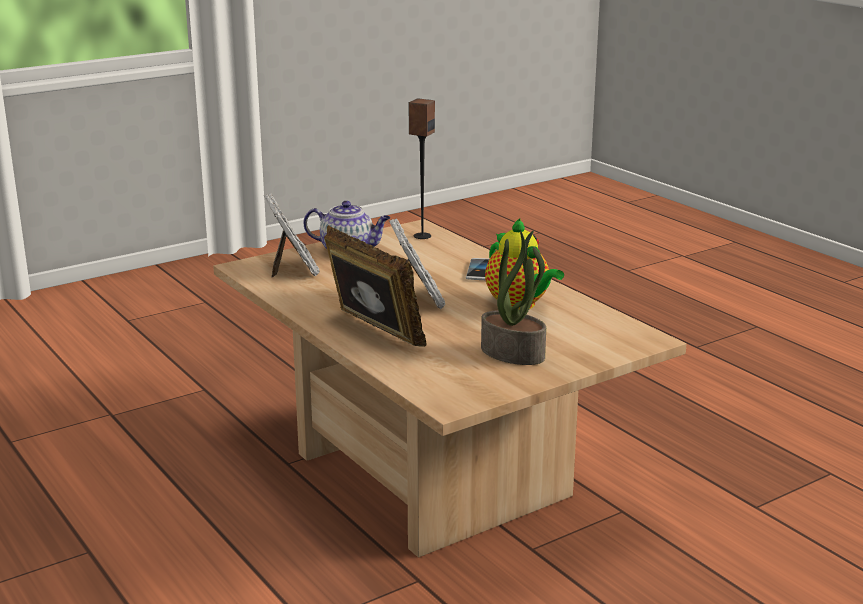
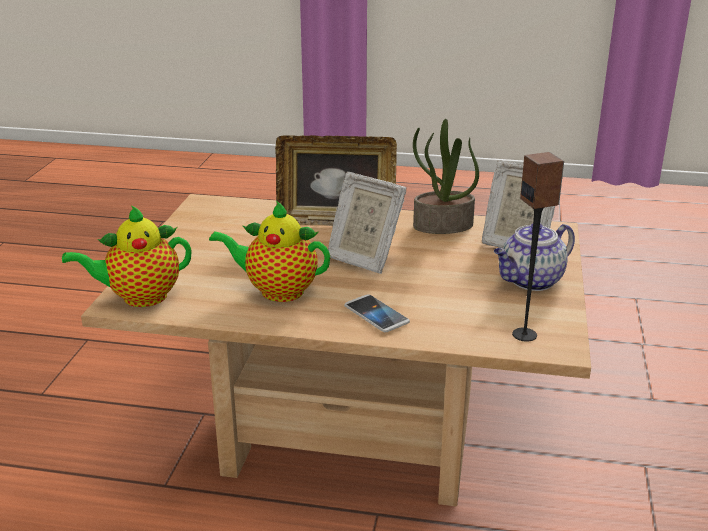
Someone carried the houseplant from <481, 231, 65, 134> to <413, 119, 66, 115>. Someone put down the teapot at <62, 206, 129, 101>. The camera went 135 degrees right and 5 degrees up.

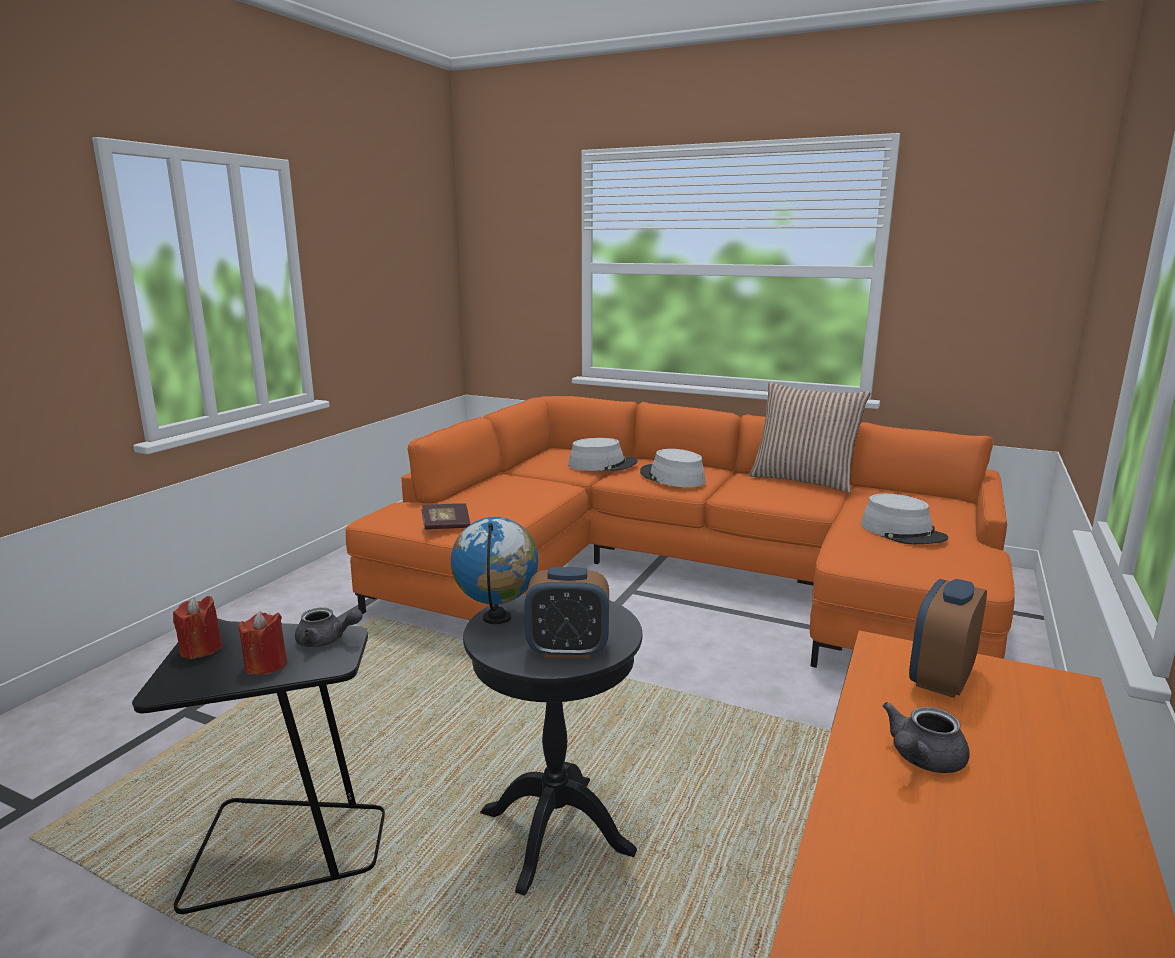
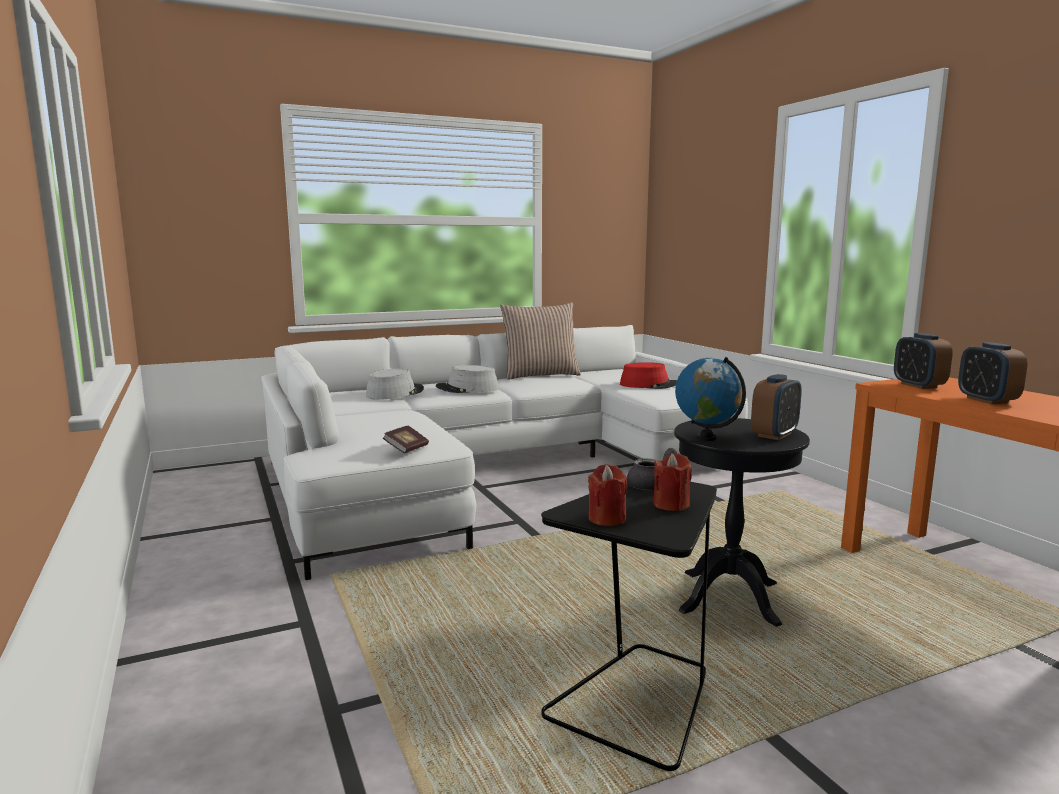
Someone repainted the orange-coloured sofa at <345, 396, 670, 272>, which became the whitish sofa at <261, 325, 487, 255>. Someone repainted the gray wearable hat at <861, 494, 87, 50>, which became the red wearable hat at <620, 362, 57, 27>. Someone swapped the gray teapot at <882, 702, 88, 71> for the alarm clock at <958, 342, 69, 62>. The camera went 50 degrees left and 5 degrees down.

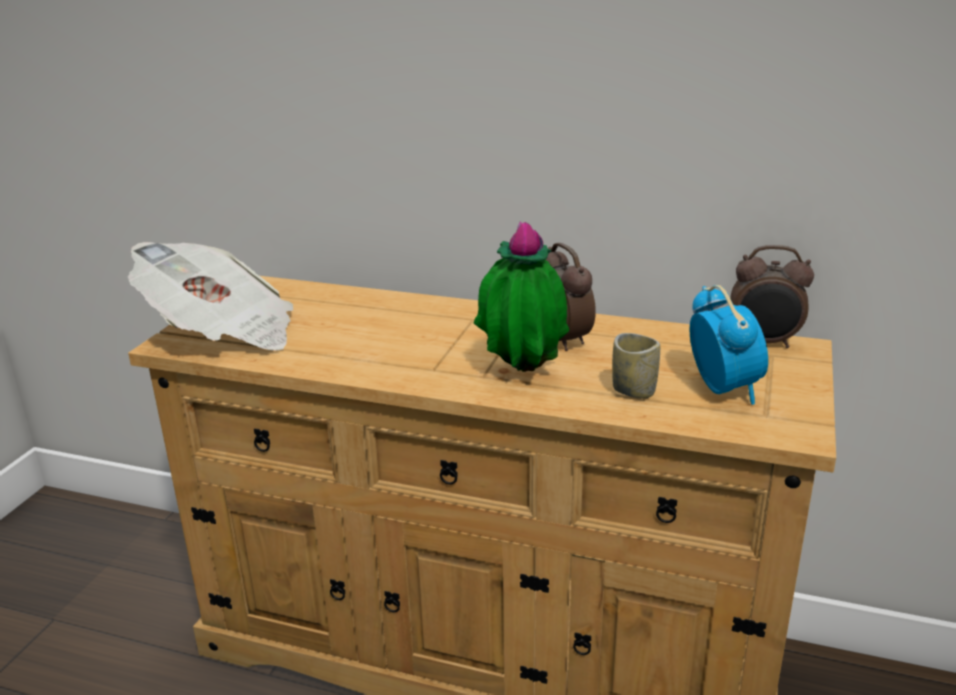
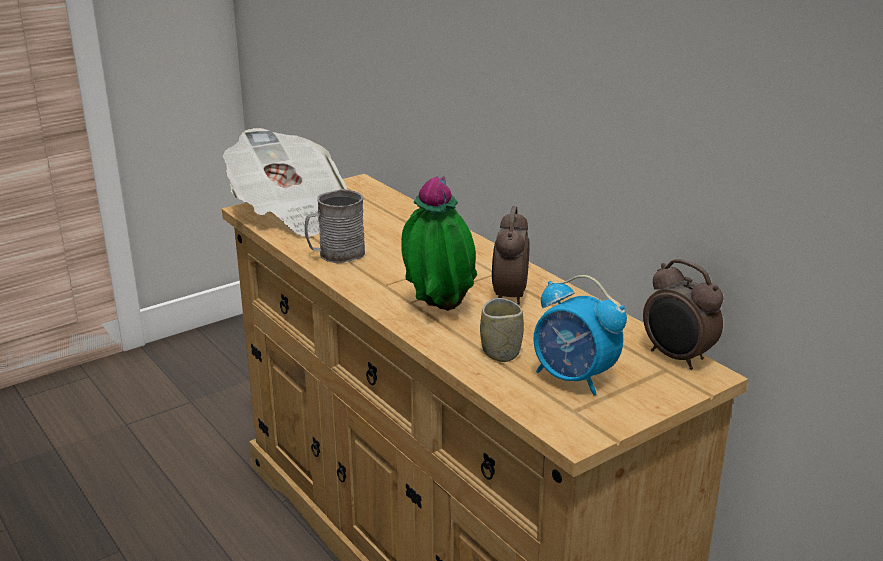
Someone rotated the alarm clock at <689, 285, 79, 120> by 105 degrees clockwise. Someone put down the gray mug at <305, 189, 60, 74>. The camera went 35 degrees right and 0 degrees up.

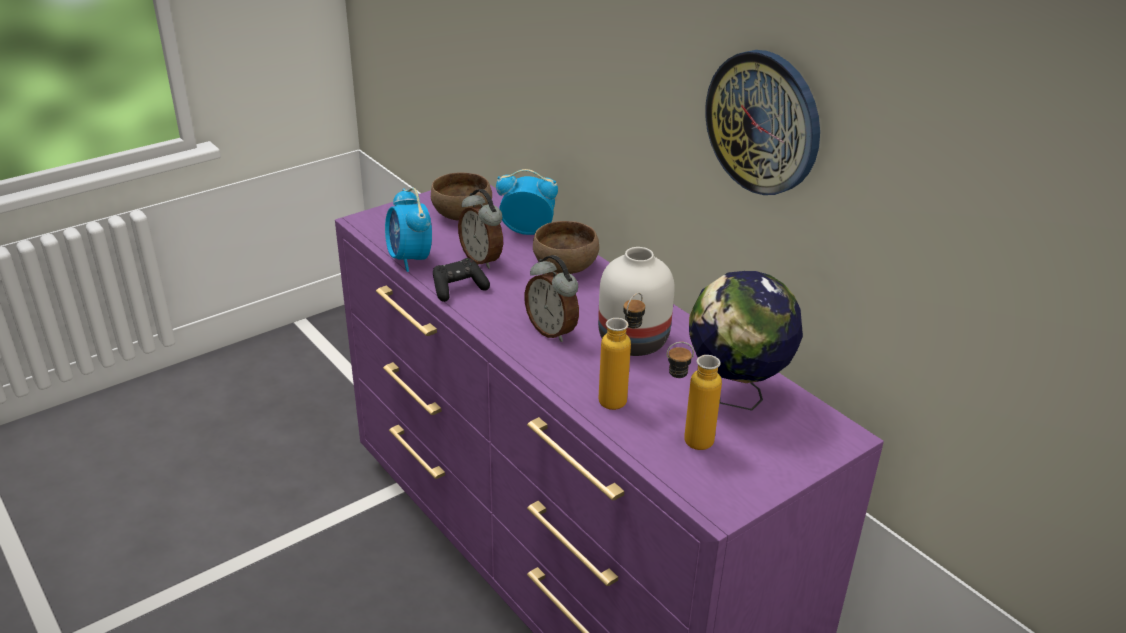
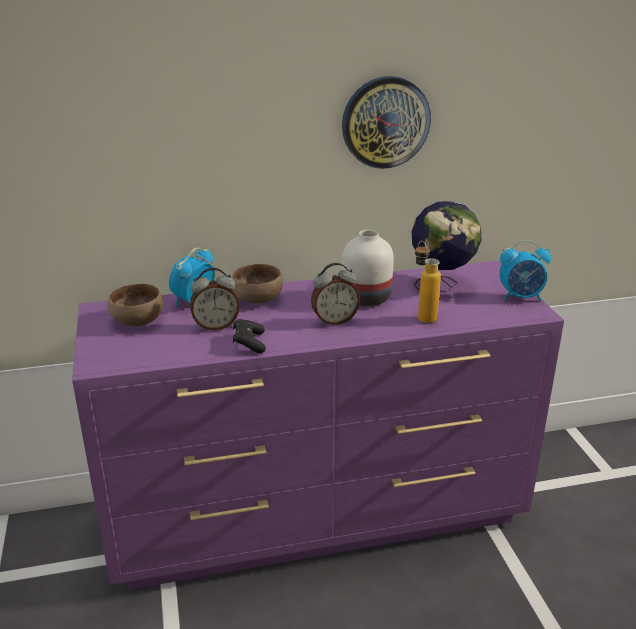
Someone carried the alarm clock from <385, 188, 47, 84> to <499, 240, 52, 61>. Someone took away the beverage bottle at <666, 342, 56, 108>. The camera went 65 degrees left and 5 degrees down.

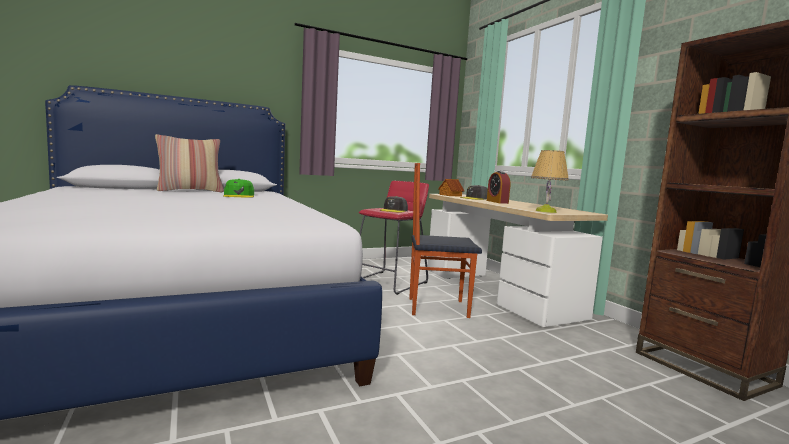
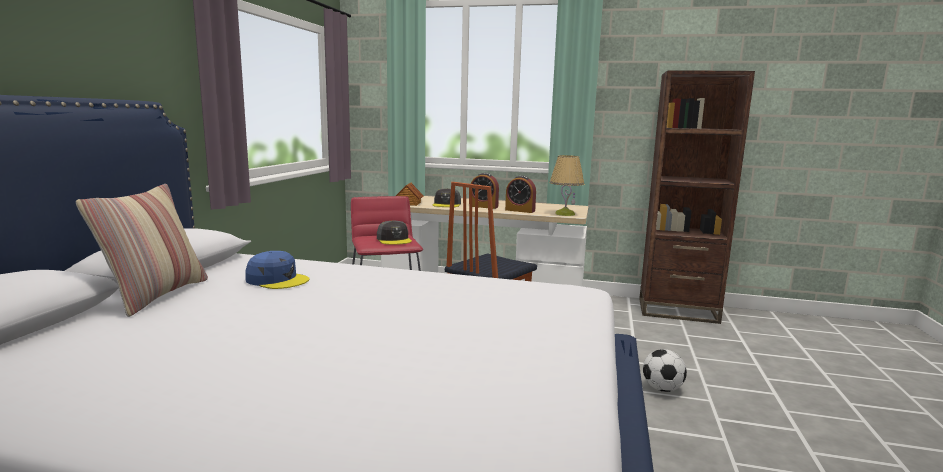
Someone repainted the green cap at <223, 179, 31, 19>, which became the bluish cap at <246, 251, 64, 38>. Someone put down the alarm clock at <505, 175, 31, 38>. Someone put down the football ball at <643, 349, 44, 43>. The camera went 50 degrees left and 5 degrees up.

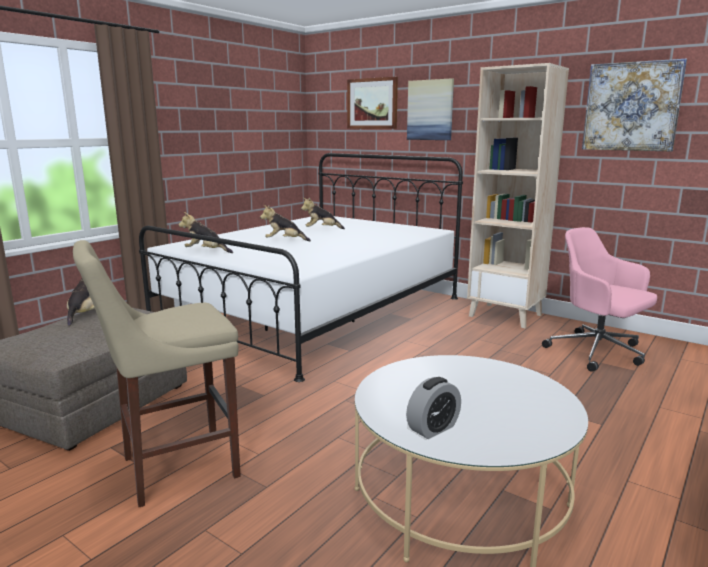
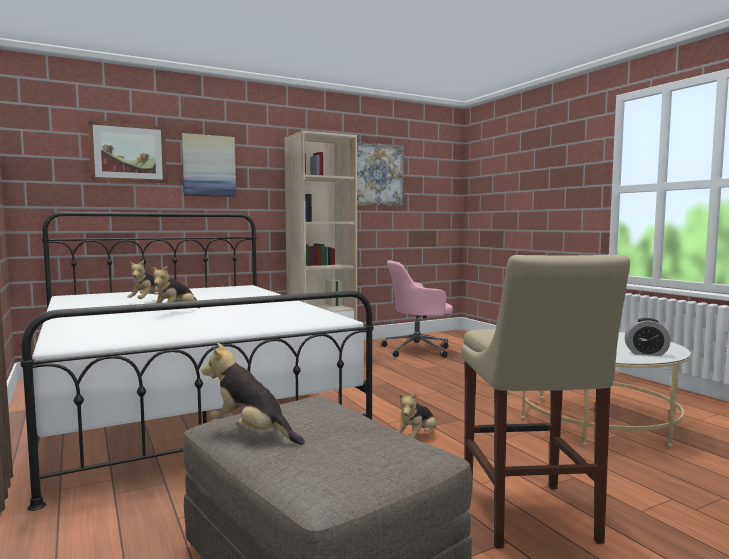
Someone carried the soft toy from <179, 212, 54, 41> to <397, 393, 39, 45>. Someone rotated the alarm clock at <406, 377, 55, 62> by 120 degrees clockwise. The camera went 65 degrees left and 10 degrees down.

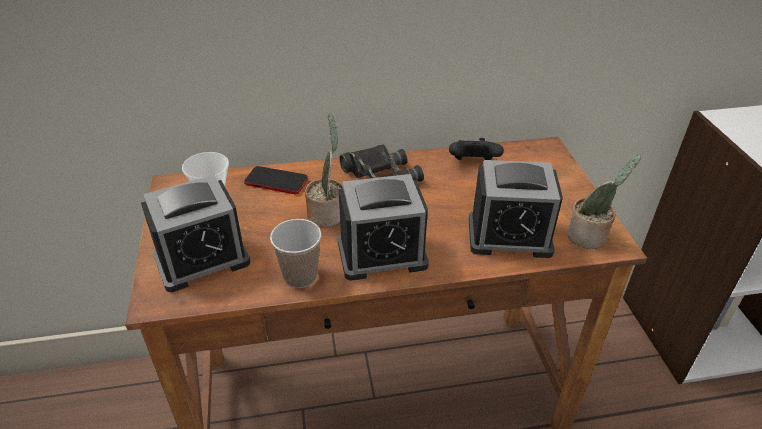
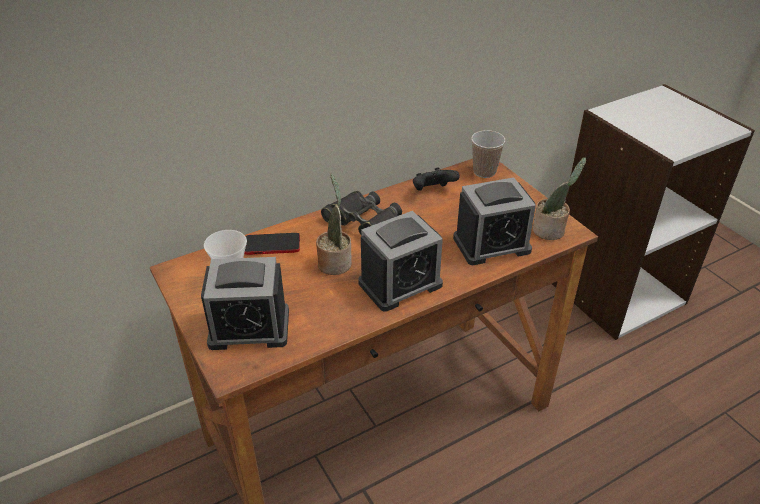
Someone rotated the alarm clock at <141, 175, 110, 117> by 45 degrees clockwise. Someone carried the small cup from <270, 219, 51, 69> to <471, 130, 34, 48>. The camera went 20 degrees left and 0 degrees up.

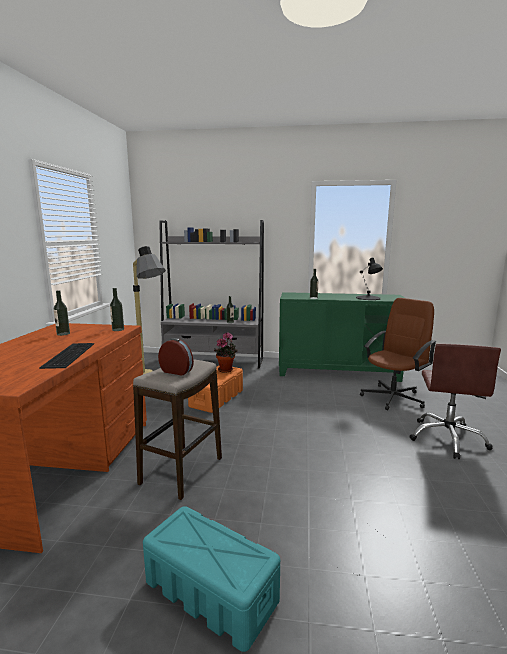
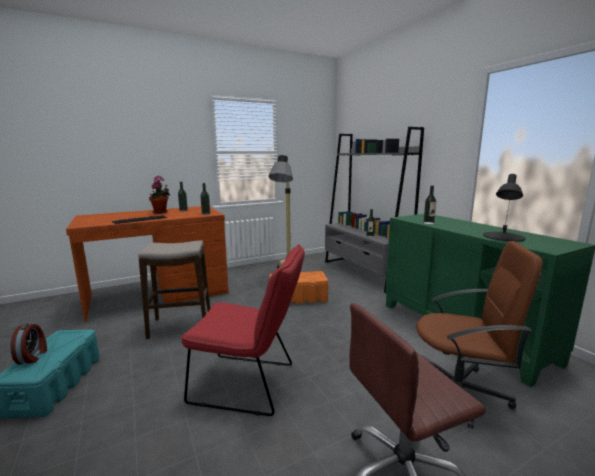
Someone carried the houseplant from <214, 332, 23, 41> to <149, 176, 21, 38>. Someone carried the alarm clock from <158, 338, 36, 37> to <11, 323, 36, 41>. Someone put down the red upright chair at <180, 245, 125, 171>. The camera went 55 degrees right and 0 degrees up.

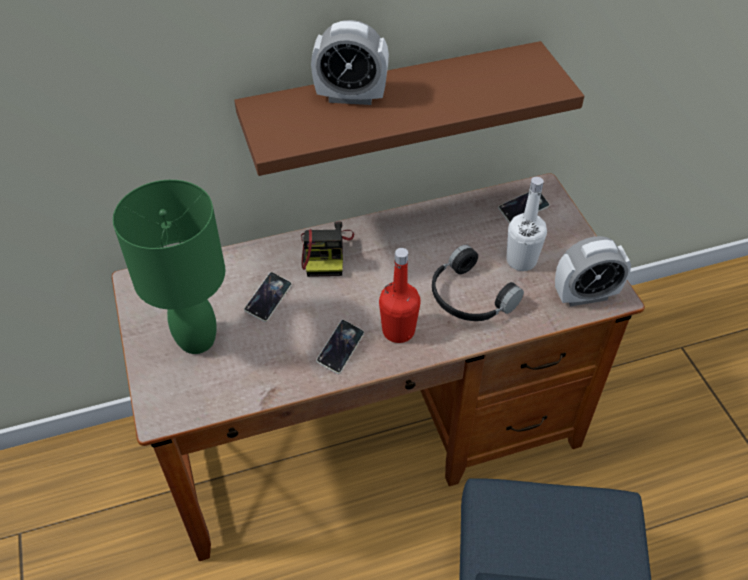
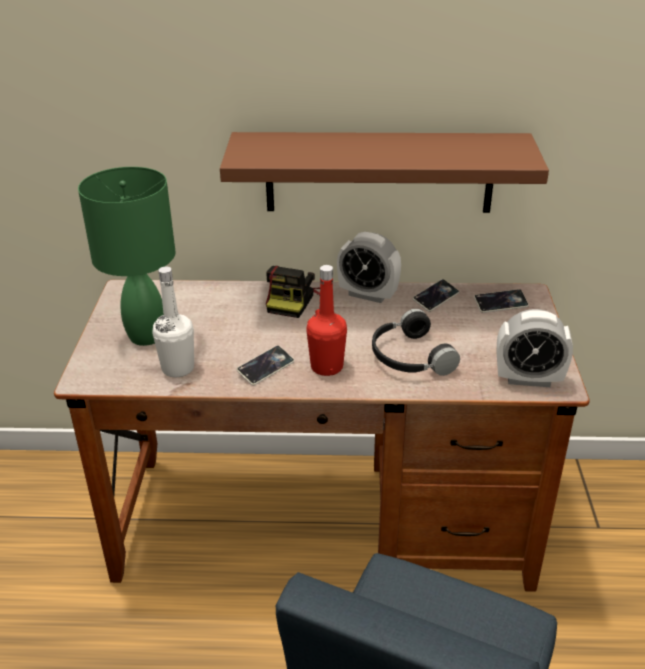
Someone carried the alarm clock from <311, 20, 78, 85> to <337, 232, 64, 71>. Someone carried the whitish beverage bottle from <506, 177, 41, 94> to <152, 267, 42, 110>. Someone carried the handset from <244, 272, 48, 50> to <412, 279, 47, 33>. The camera went 20 degrees right and 15 degrees down.

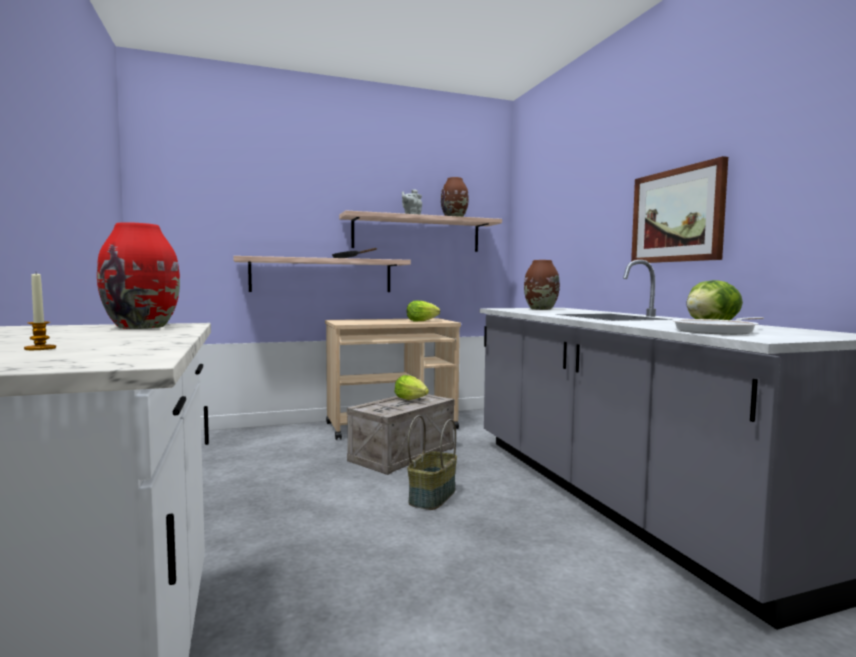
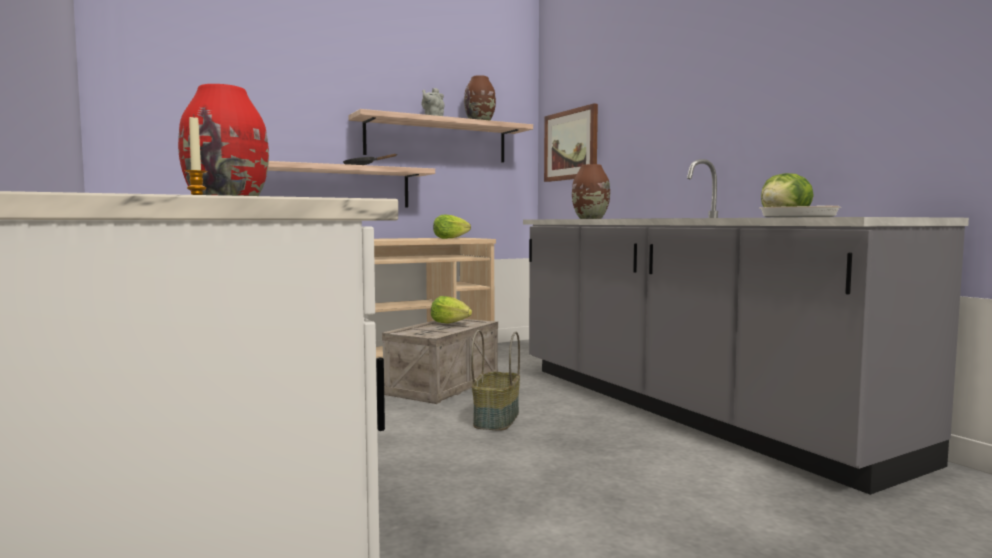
Someone carried the picture from <631, 156, 97, 107> to <544, 103, 54, 79>. The camera went 10 degrees left and 0 degrees up.

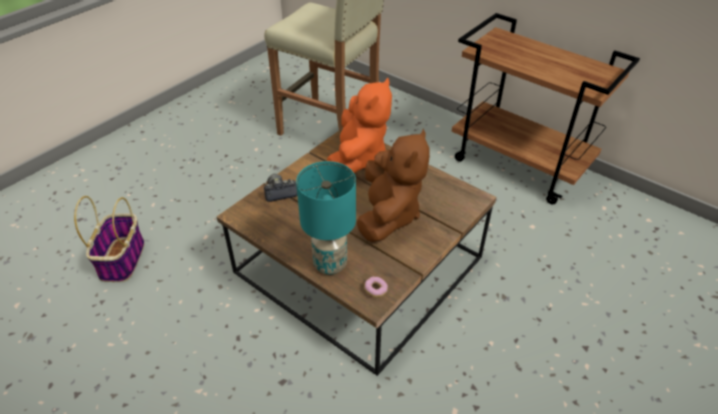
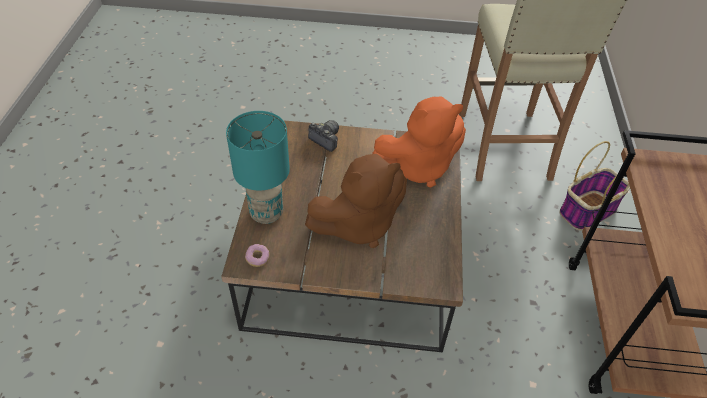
Someone carried the basket from <74, 196, 71, 86> to <559, 141, 71, 90>. The camera went 55 degrees right and 5 degrees up.

